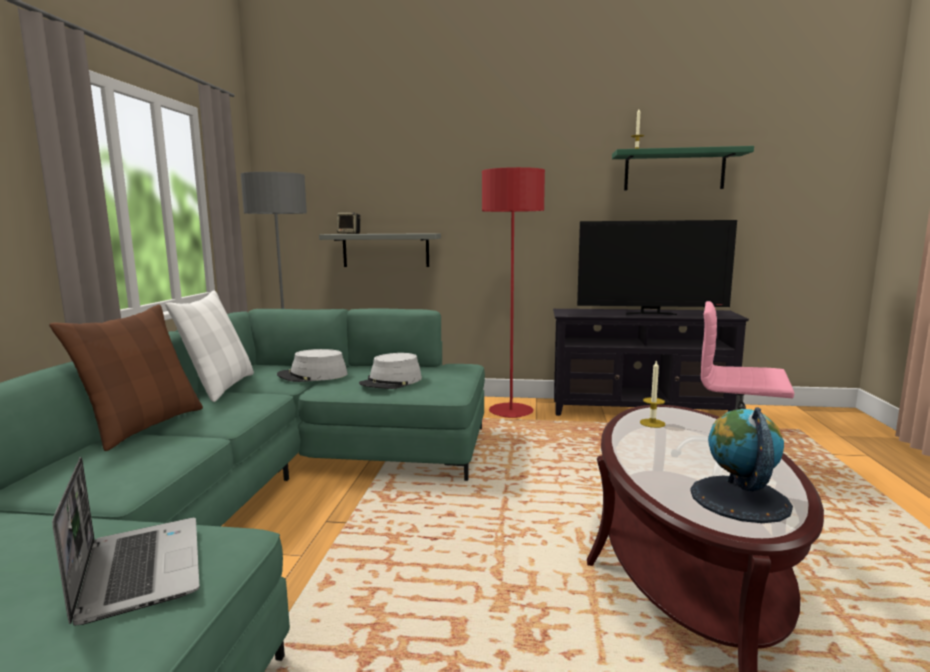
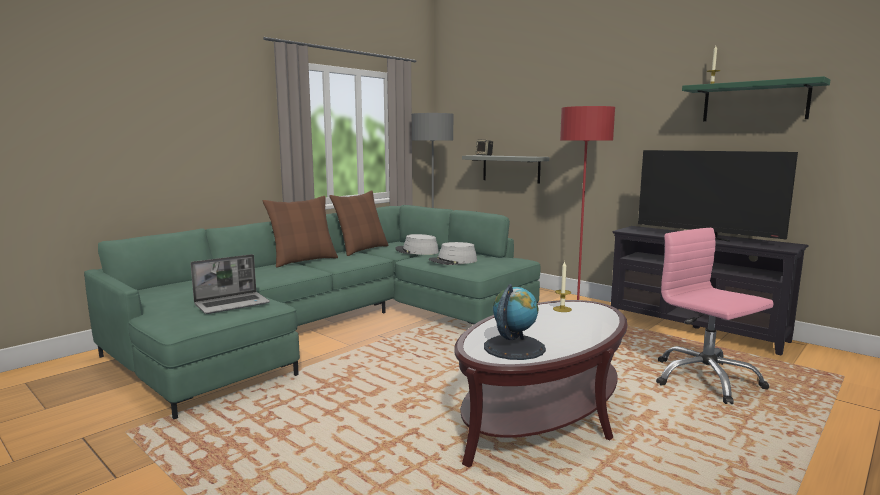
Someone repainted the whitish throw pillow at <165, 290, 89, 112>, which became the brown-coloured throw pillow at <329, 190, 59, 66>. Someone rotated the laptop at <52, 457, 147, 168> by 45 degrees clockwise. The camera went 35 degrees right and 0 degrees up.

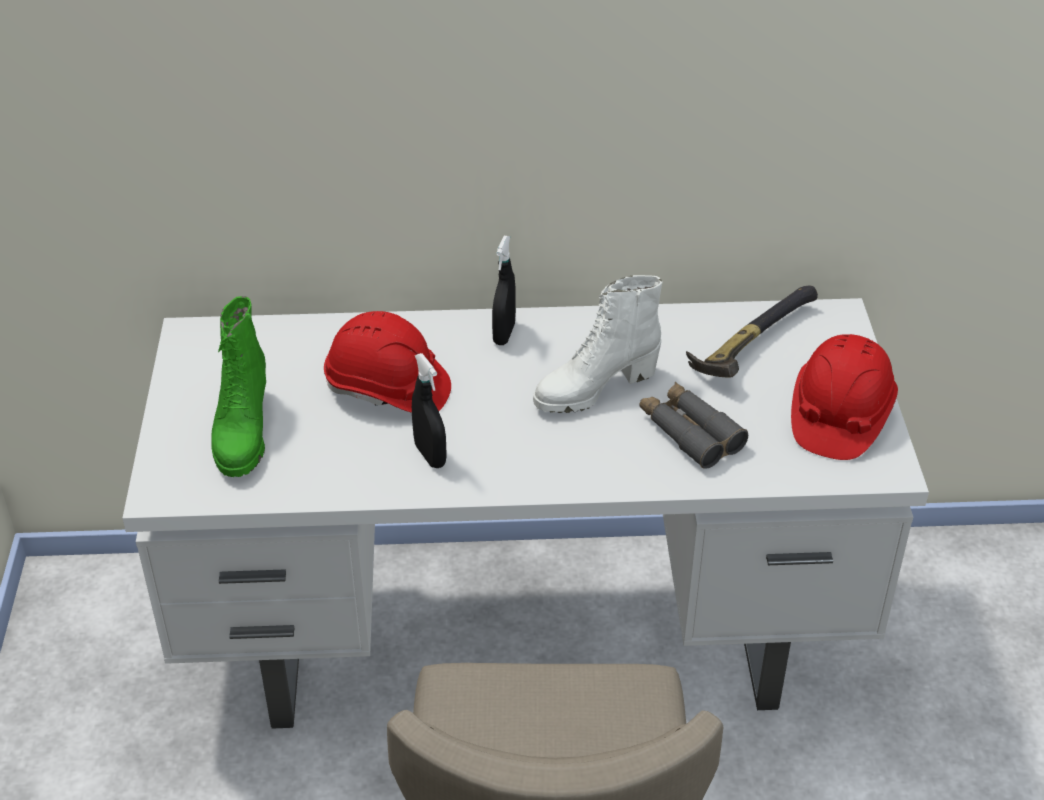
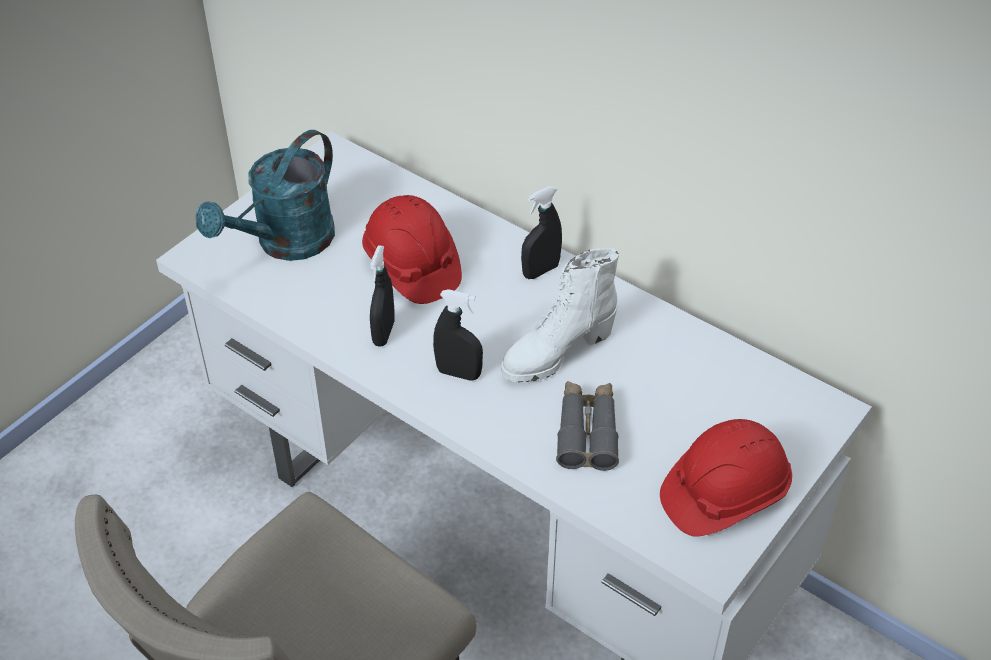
Someone rotated the whitish tall boot at <533, 275, 130, 138> by 45 degrees counterclockwise. Someone took away the hand hammer at <686, 286, 132, 92>. Someone swapped the green tall boot at <211, 296, 55, 181> for the blue-green watering pot at <196, 130, 139, 131>. Someone put down the blackish spray bottle at <433, 289, 50, 92>. The camera went 40 degrees right and 5 degrees up.

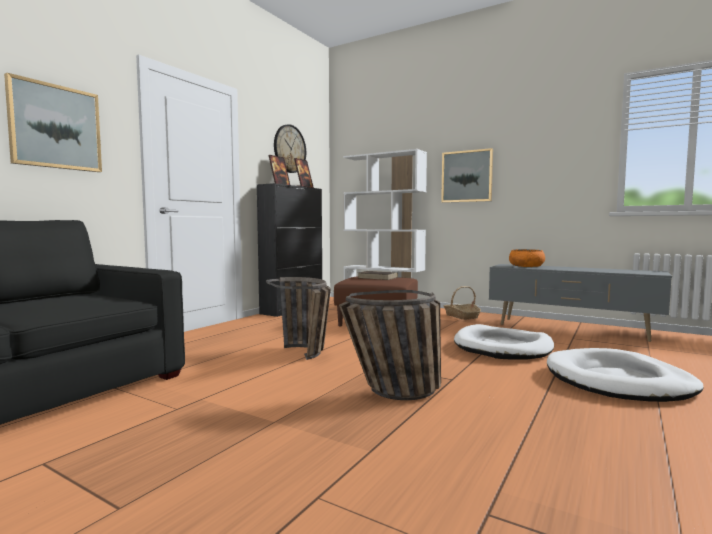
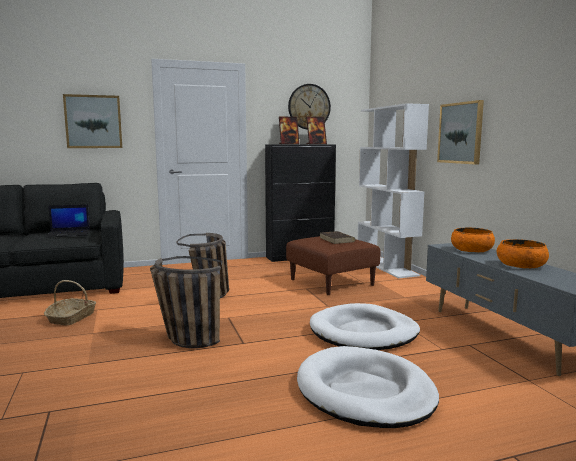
Someone carried the basket from <443, 286, 38, 34> to <44, 280, 53, 45>. Someone put down the laptop at <46, 204, 44, 34>. Someone put down the orange-coloured bowl at <496, 239, 53, 29>. The camera went 40 degrees right and 5 degrees up.

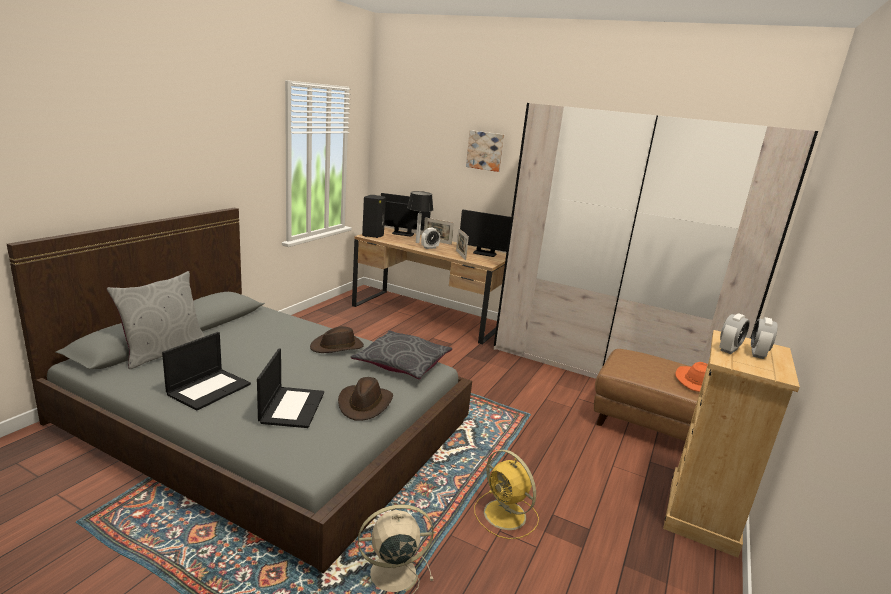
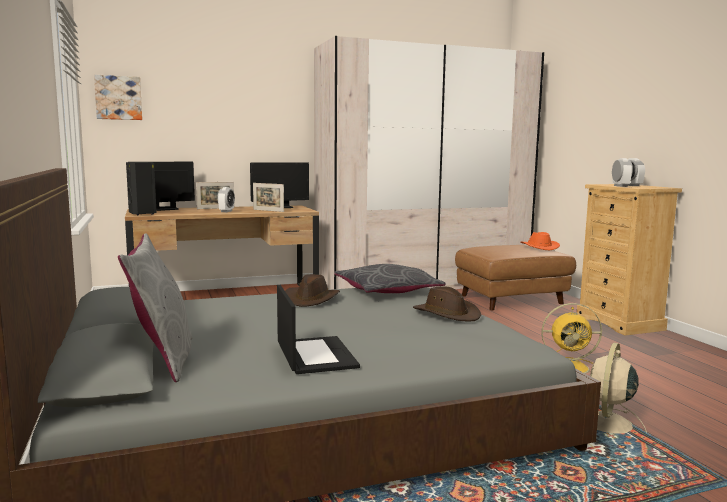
Someone carried the picture from <466, 130, 38, 42> to <94, 75, 48, 45>. Someone took away the table lamp at <407, 191, 26, 52>. Someone took away the laptop at <257, 348, 67, 80>. The camera went 45 degrees left and 10 degrees down.

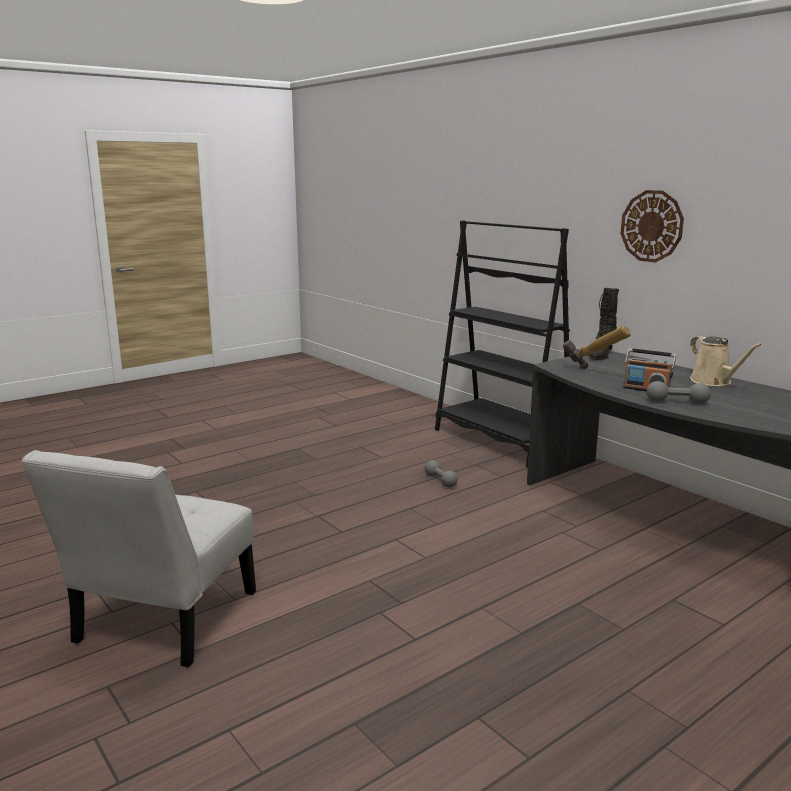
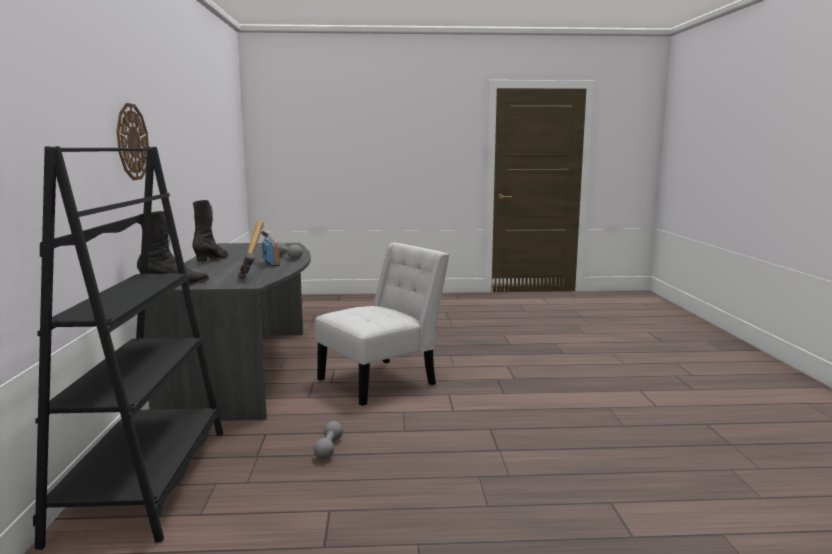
Someone swapped the beige watering pot at <690, 336, 72, 50> for the blackish tall boot at <192, 200, 37, 62>. Someone carried the whitish upright chair from <21, 450, 235, 217> to <315, 243, 134, 163>. The camera went 145 degrees left and 5 degrees down.

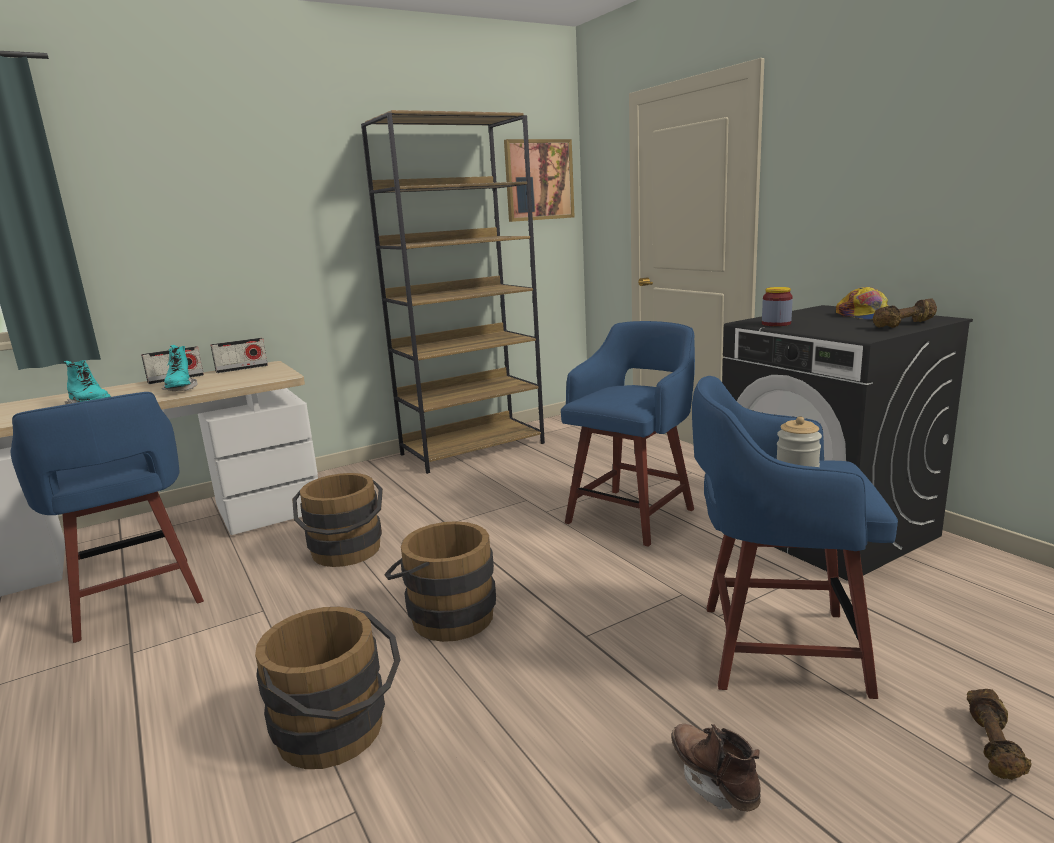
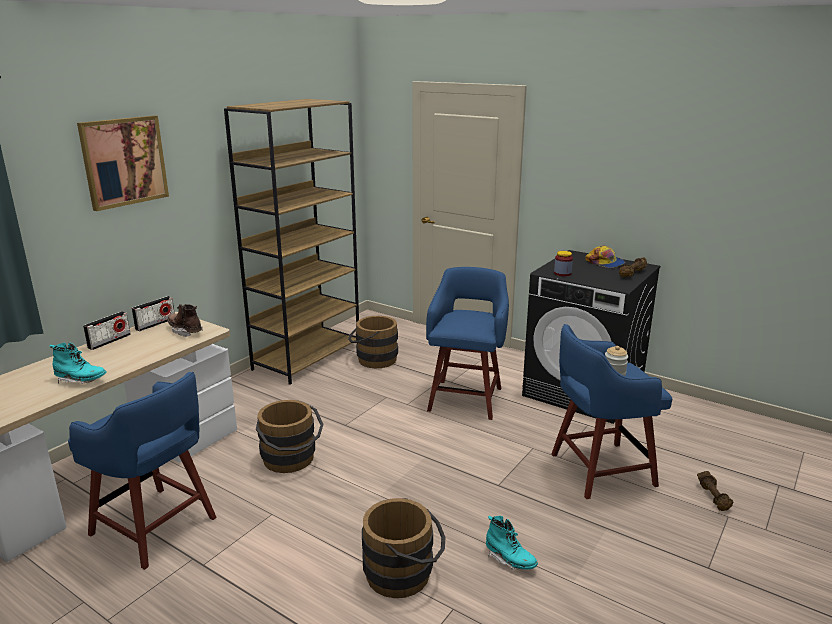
Someone carried the picture from <504, 139, 71, 83> to <77, 116, 92, 95>. Someone carried the blue-green tall boot from <162, 345, 36, 46> to <486, 516, 52, 54>. Someone carried the brown-coloured water bucket from <384, 521, 112, 121> to <348, 316, 50, 52>. Someone carried the brown-coloured tall boot from <671, 724, 90, 87> to <167, 304, 36, 33>. The camera went 25 degrees left and 5 degrees up.

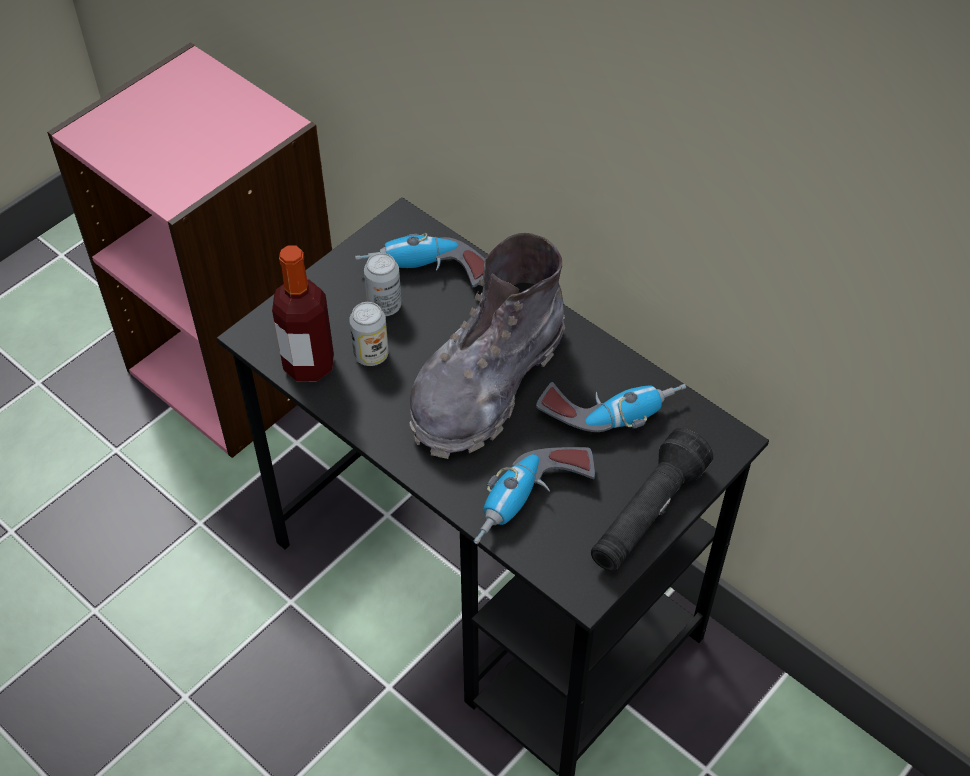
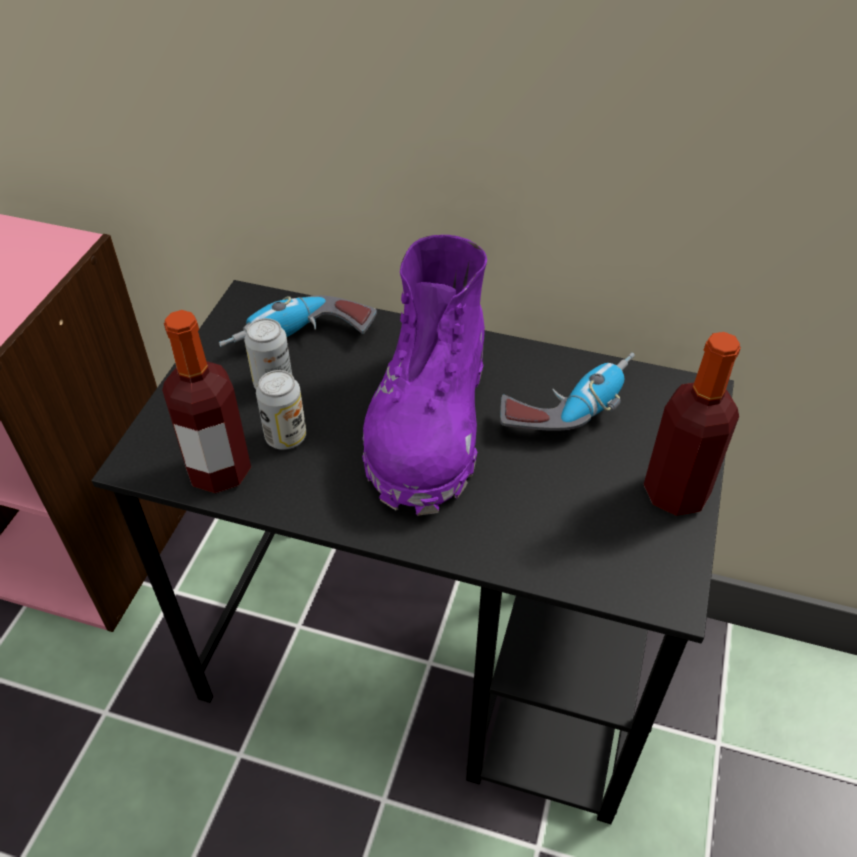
Someone repainted the gray tall boot at <409, 233, 156, 226>, which became the purplish tall boot at <362, 235, 125, 281>. Someone swapped the blackish hand torch at <591, 428, 122, 143> for the beverage bottle at <643, 332, 98, 184>. Someone took away the electric drill at <474, 447, 121, 97>. The camera went 25 degrees left and 5 degrees down.

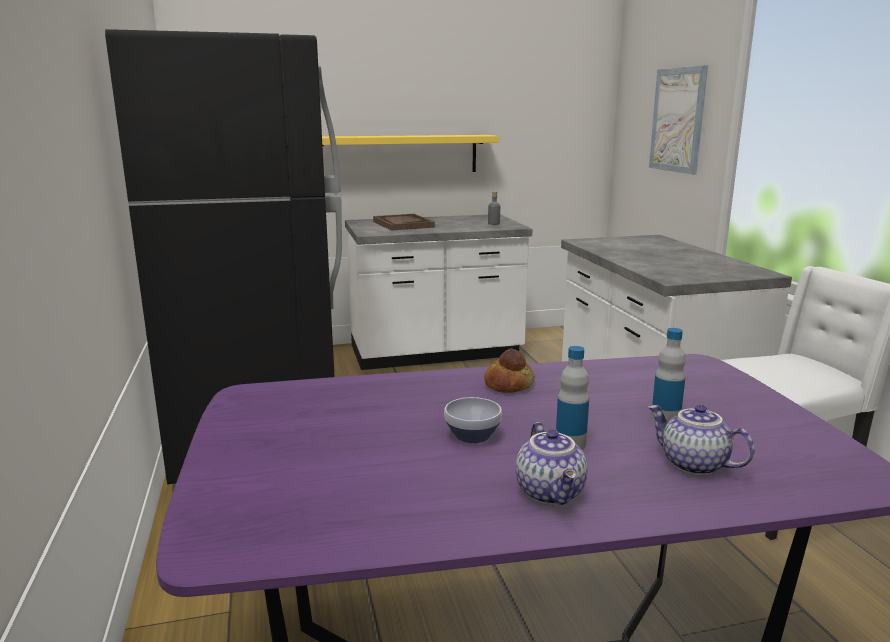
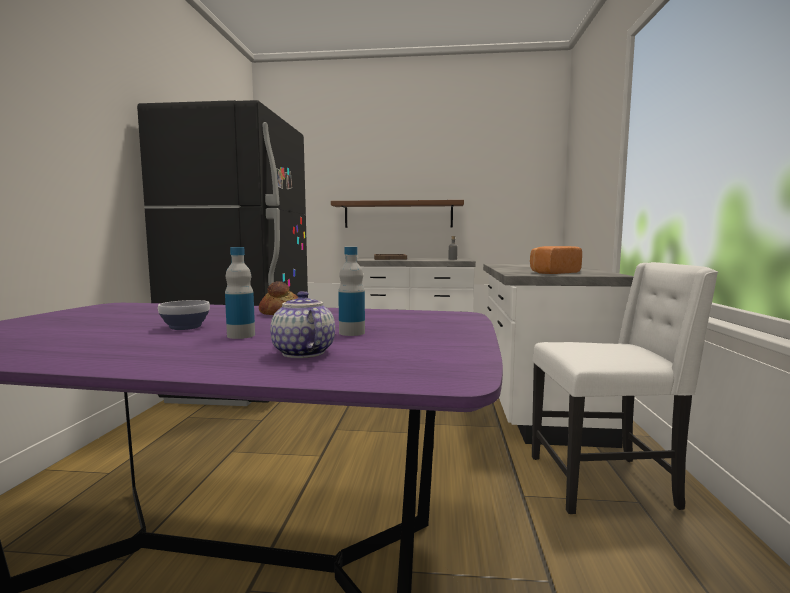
Someone took away the picture at <649, 65, 59, 110>. Someone repainted the yellow-coloured shelf at <322, 135, 176, 37>, which became the brown-coloured shelf at <331, 200, 133, 28>. Someone took away the teapot at <516, 422, 71, 83>. Someone put down the bakery bread at <530, 246, 52, 28>. The camera went 20 degrees right and 10 degrees down.

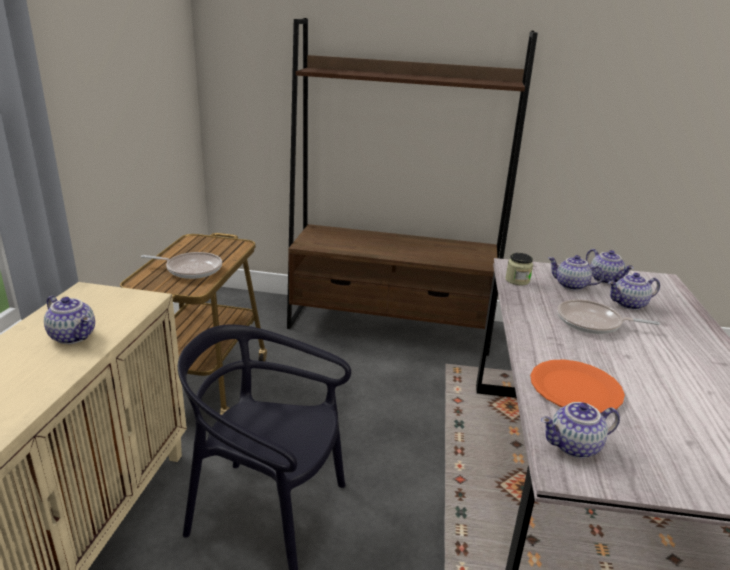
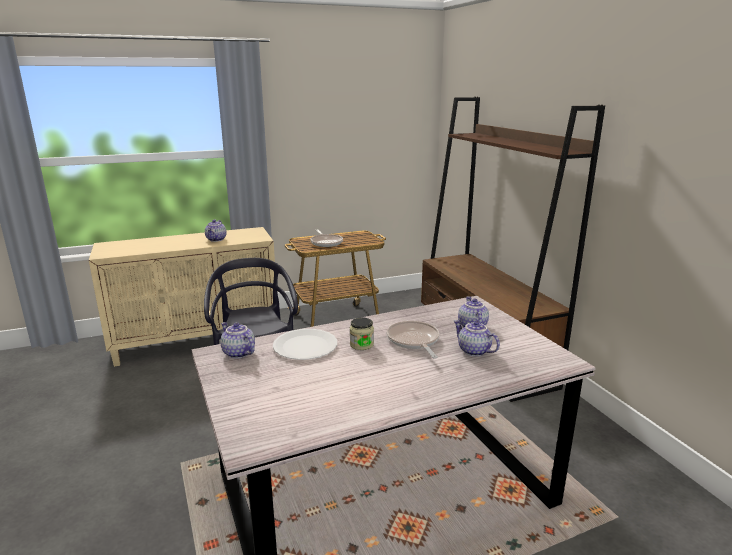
Someone took away the teapot at <586, 249, 48, 35>. Someone carried the storage jar from <505, 253, 28, 32> to <350, 317, 24, 33>. Someone repainted the orange-coloured plate at <530, 359, 95, 54>, which became the whitish plate at <273, 329, 64, 31>. The camera went 60 degrees right and 5 degrees down.

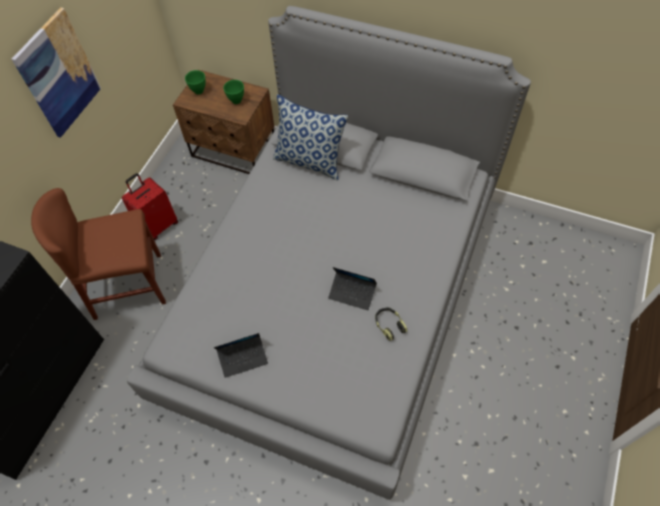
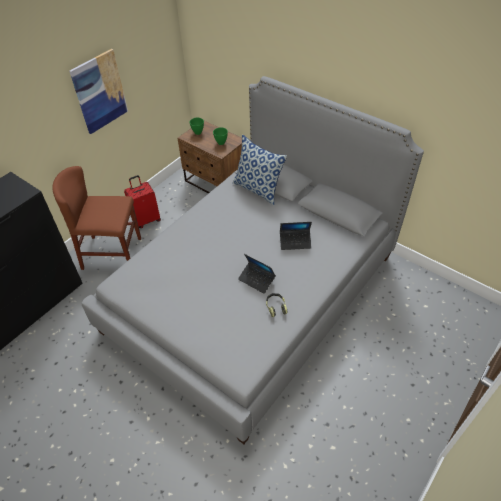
Someone carried the laptop from <214, 333, 54, 45> to <280, 222, 32, 28>. The camera went 15 degrees right and 10 degrees down.

